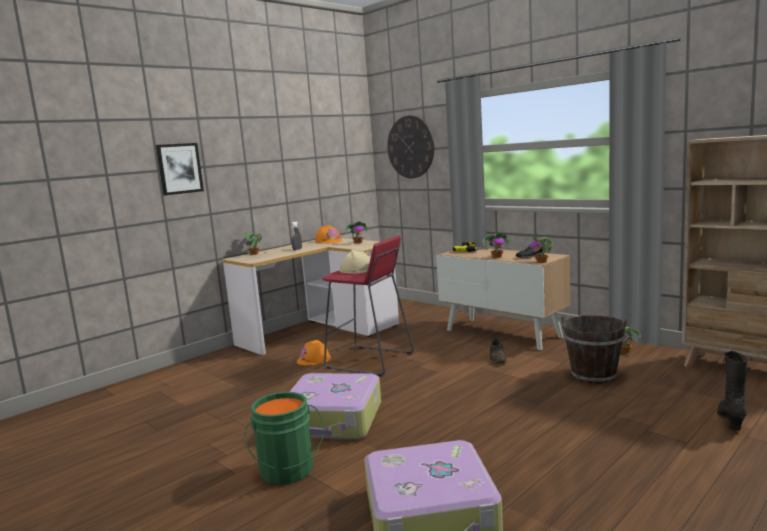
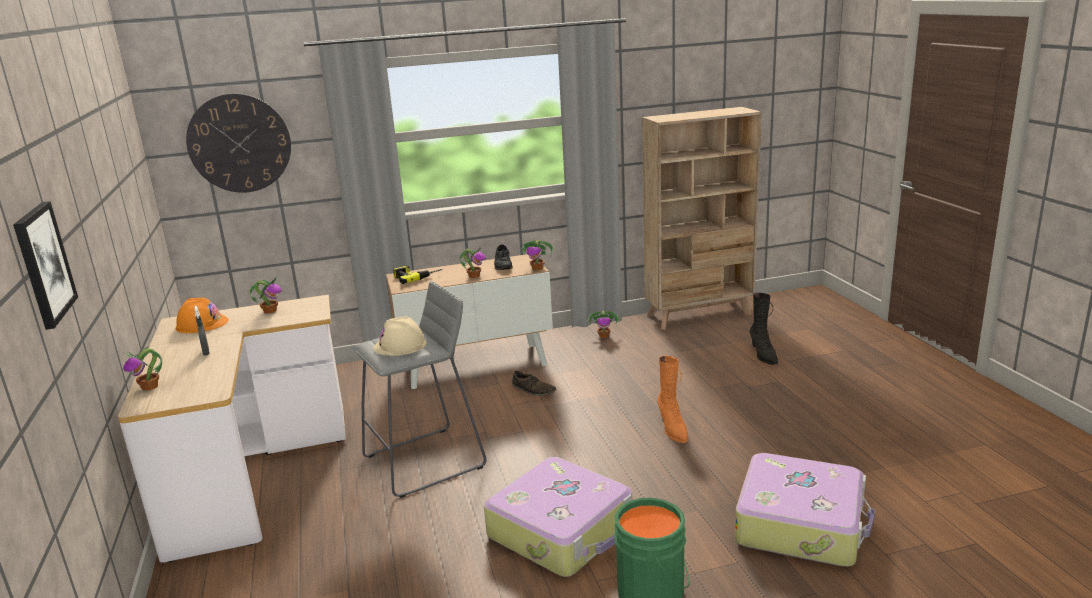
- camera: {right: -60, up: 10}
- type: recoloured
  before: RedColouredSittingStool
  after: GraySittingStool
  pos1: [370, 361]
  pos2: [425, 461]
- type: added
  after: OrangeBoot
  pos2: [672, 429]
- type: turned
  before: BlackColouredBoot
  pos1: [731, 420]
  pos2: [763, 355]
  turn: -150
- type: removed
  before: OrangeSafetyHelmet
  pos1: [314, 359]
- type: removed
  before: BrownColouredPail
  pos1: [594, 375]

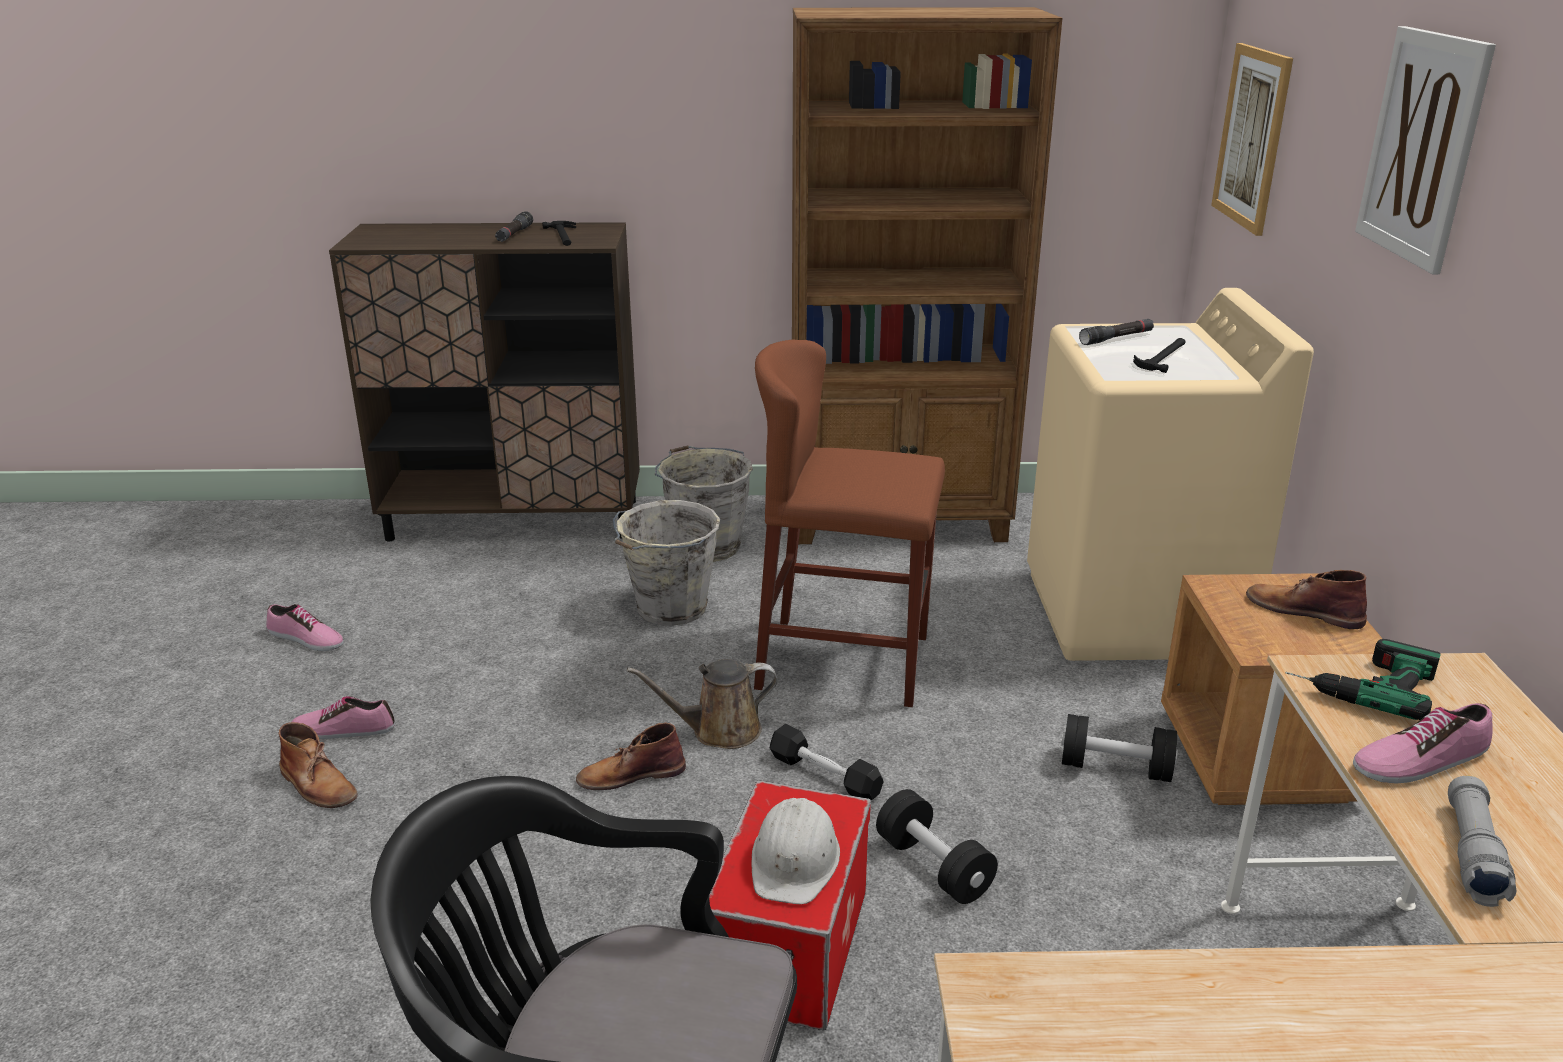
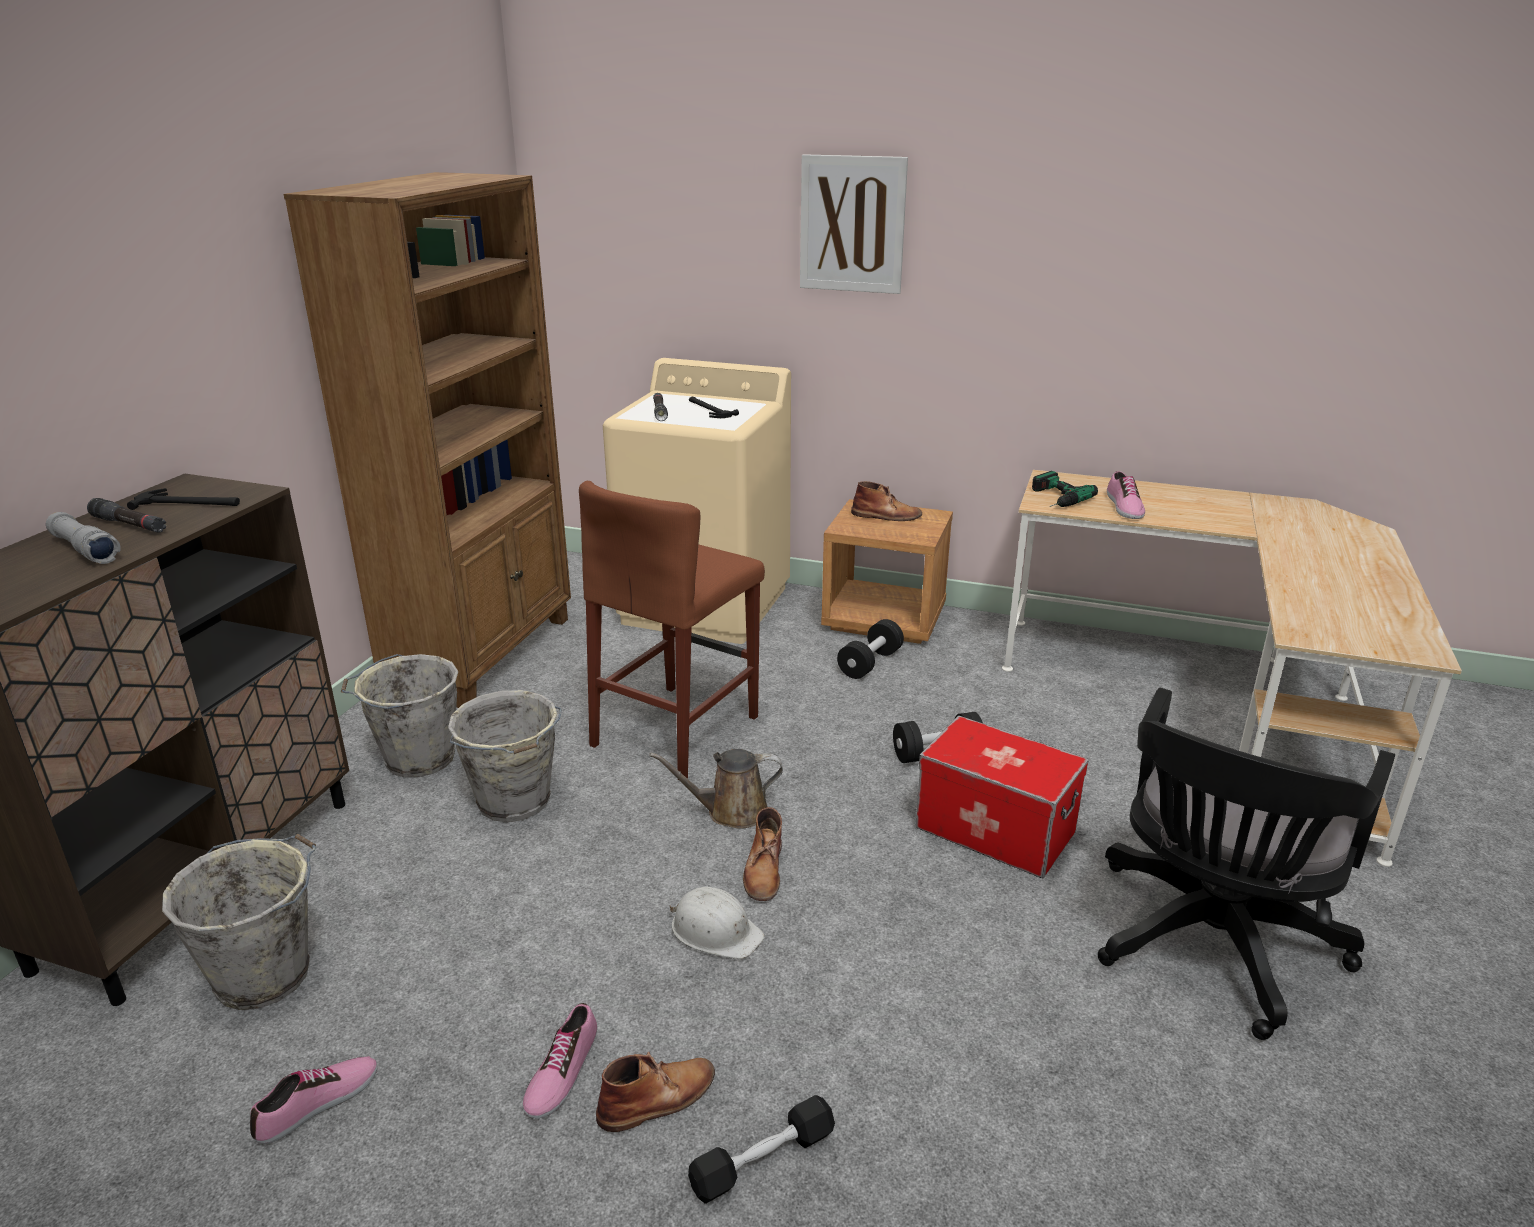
- camera: {right: -70, up: 0}
- type: moved
  before: GrayTorch
  pos1: [1472, 853]
  pos2: [85, 550]
- type: added
  after: GrayPail
  pos2: [267, 974]
- type: turned
  before: BrownColouredWateringPot
  pos1: [719, 731]
  pos2: [731, 811]
  turn: 75
- type: moved
  before: WhiteColouredSafetyHelmet
  pos1: [795, 860]
  pos2: [715, 931]
- type: moved
  before: BlackColouredHandWeight
  pos1: [824, 775]
  pos2: [762, 1160]
- type: turned
  before: BrownColouredBoot
  pos1: [1303, 610]
  pos2: [886, 516]
  turn: -135
- type: removed
  before: Picture
  pos1: [1251, 137]

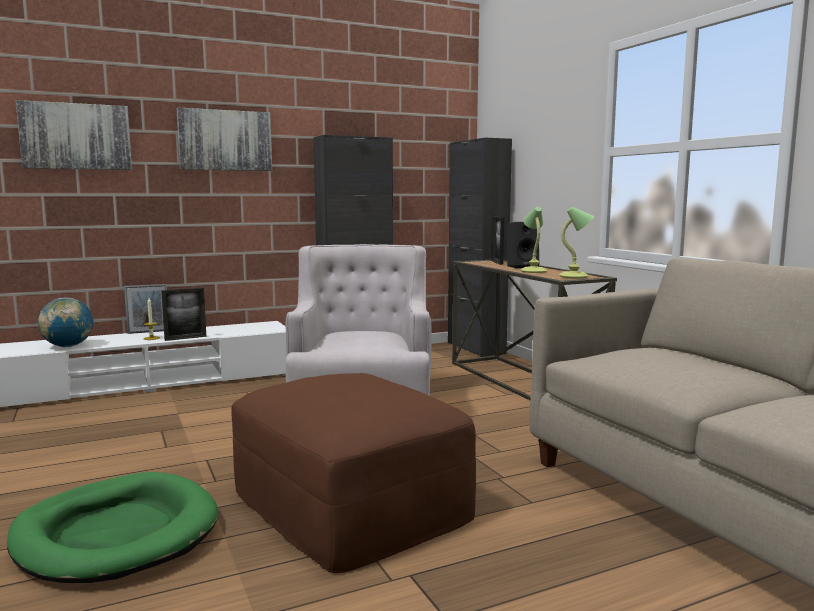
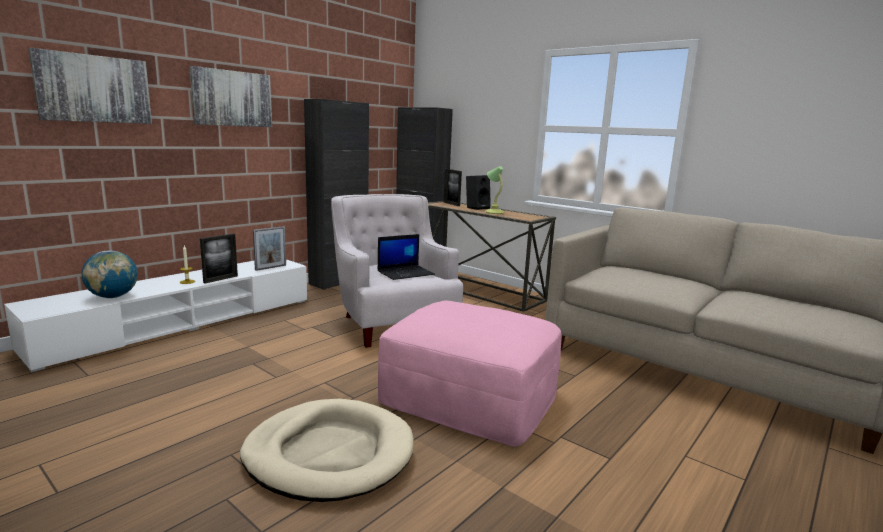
- camera: {right: -25, up: 5}
- type: recoloured
  before: GreenColouredDogBed
  after: SandColouredDogBed
  pos1: [117, 534]
  pos2: [329, 454]
- type: moved
  before: StandingFrame
  pos1: [148, 332]
  pos2: [270, 267]
- type: added
  after: Laptop
  pos2: [406, 273]
- type: recoloured
  before: BrownColouredFootrest
  after: PinkColouredFootrest
  pos1: [351, 503]
  pos2: [470, 396]
- type: removed
  before: TableLamp
  pos1: [575, 276]

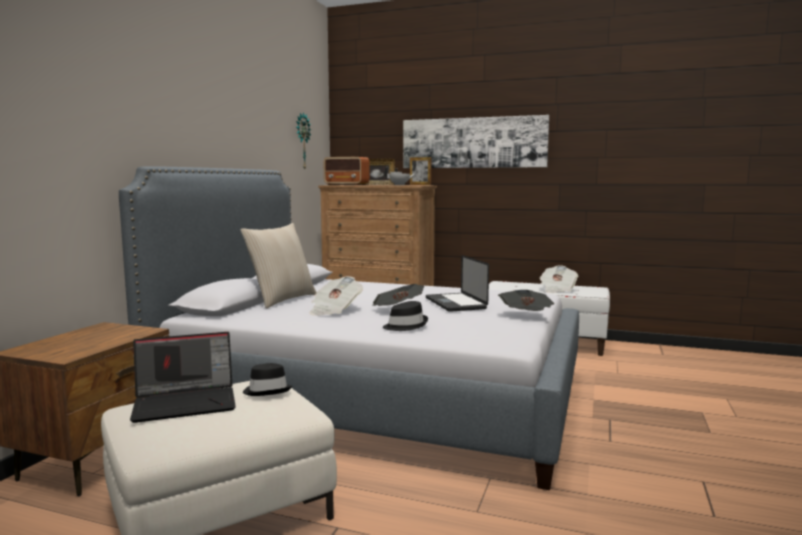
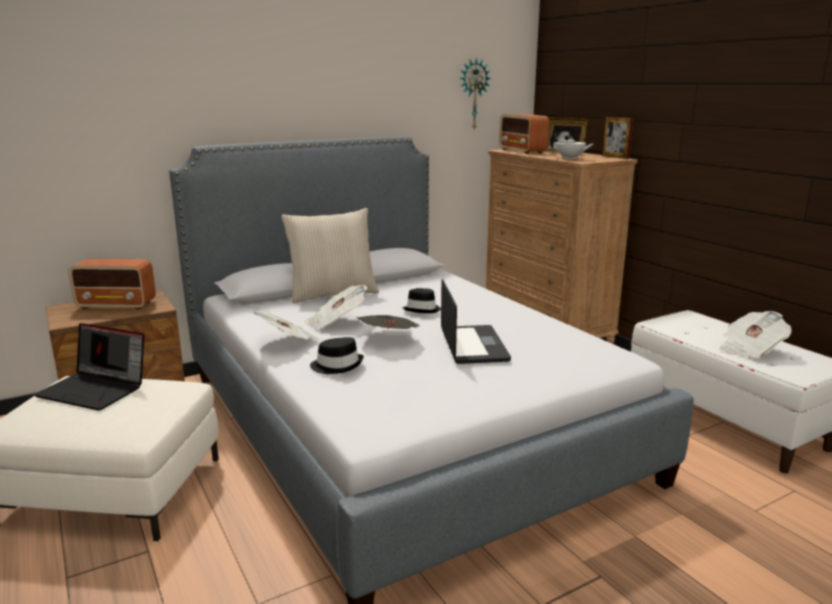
- camera: {right: 40, up: 10}
- type: added
  after: RadioSet
  pos2: [117, 305]
- type: moved
  before: Newspaper
  pos1: [526, 316]
  pos2: [288, 342]
- type: moved
  before: BlackColouredHat
  pos1: [267, 390]
  pos2: [422, 309]
- type: turned
  before: Laptop
  pos1: [455, 303]
  pos2: [473, 346]
  turn: 150
- type: removed
  before: Picture
  pos1: [473, 143]

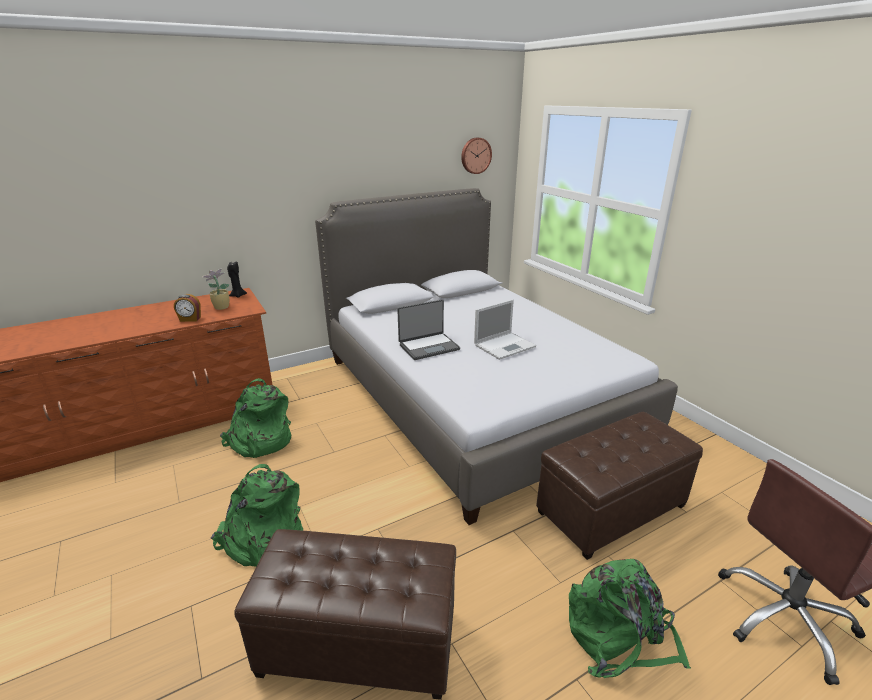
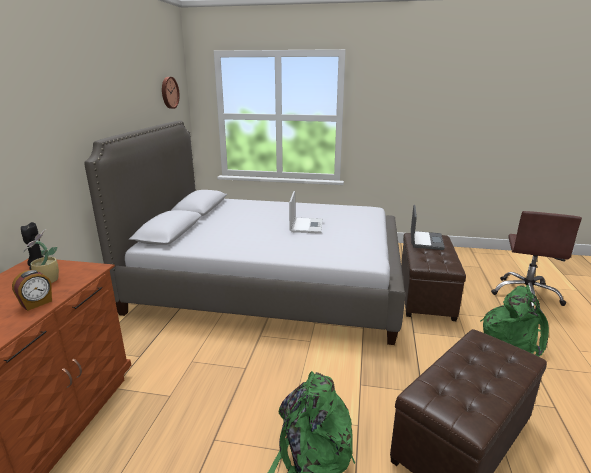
- camera: {right: -50, up: -5}
- type: moved
  before: Laptop
  pos1: [428, 346]
  pos2: [425, 241]
- type: removed
  before: GreenColouredRucksack
  pos1: [260, 441]

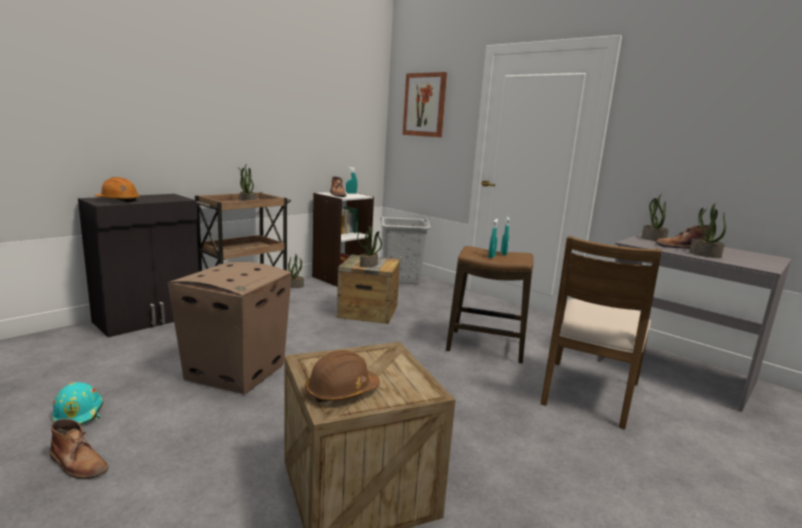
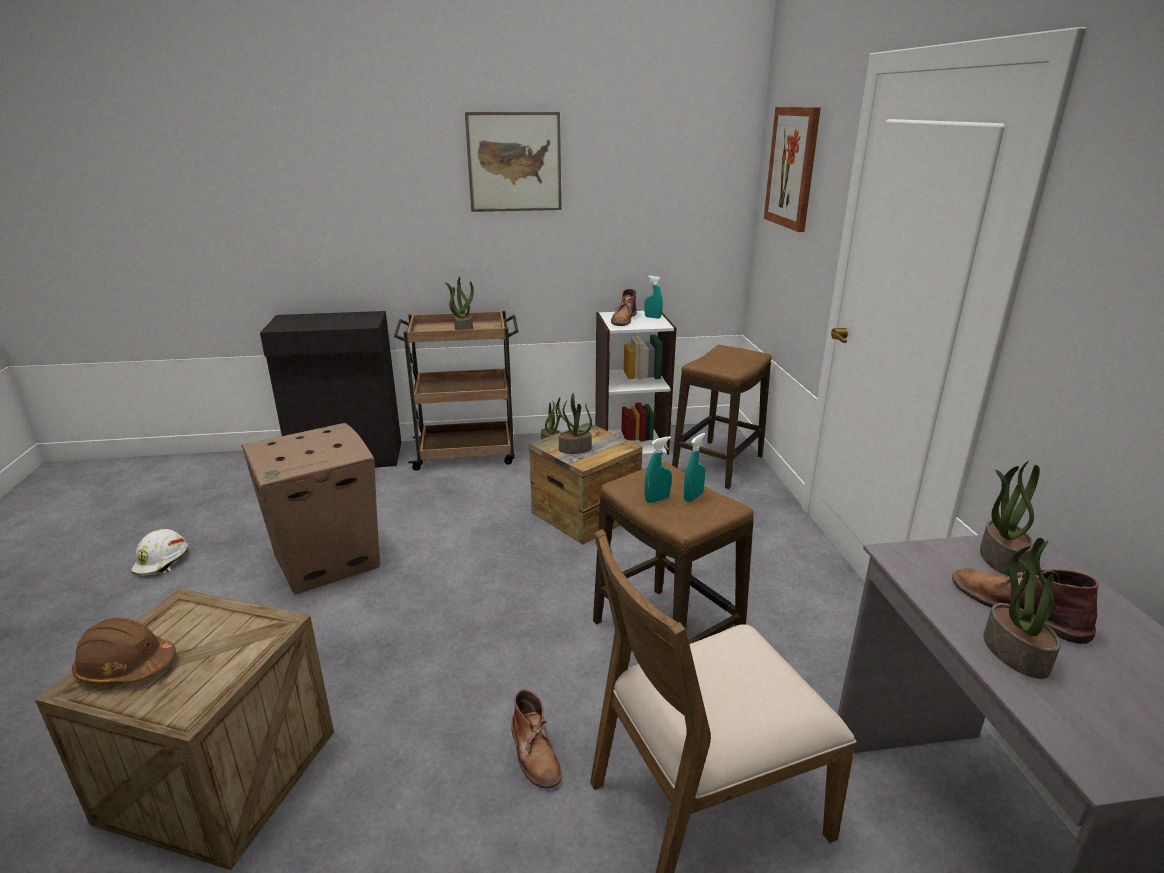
- camera: {right: 40, up: 10}
- type: recoloured
  before: TurquoiseSafetyHelmet
  after: WhiteColouredSafetyHelmet
  pos1: [79, 414]
  pos2: [162, 562]
- type: added
  after: Picture
  pos2: [514, 162]
- type: moved
  before: BrownColouredBoot
  pos1: [78, 463]
  pos2: [535, 752]
- type: replaced
  before: GrayWashingBasket
  after: SittingStool
  pos1: [401, 279]
  pos2: [718, 464]
- type: removed
  before: OrangeSafetyHelmet
  pos1: [118, 200]

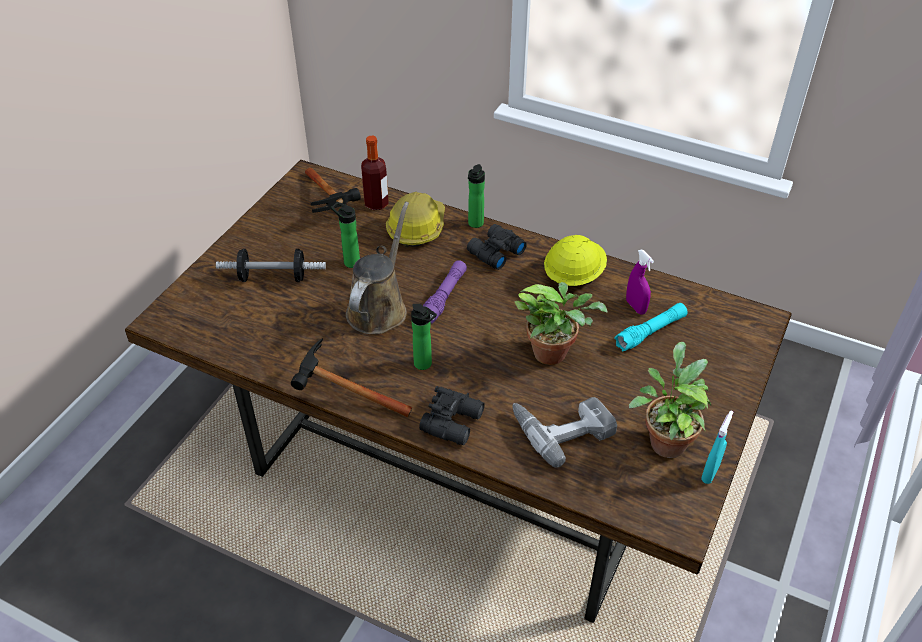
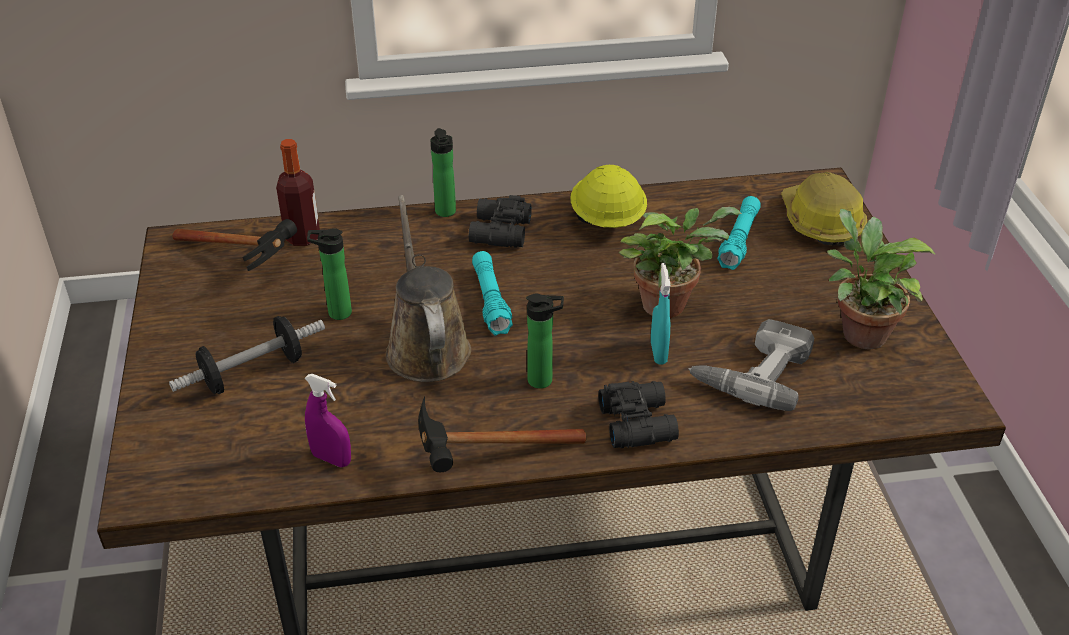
- camera: {right: -35, up: -5}
- type: moved
  before: PurplishSprayer
  pos1: [635, 307]
  pos2: [331, 459]
- type: recoloured
  before: PurplishTorch
  after: TurquoiseTorch
  pos1: [444, 297]
  pos2: [490, 300]
- type: moved
  before: TurquoiseSprayer
  pos1: [710, 473]
  pos2: [658, 353]
- type: moved
  before: SafetyHelmet
  pos1: [417, 227]
  pos2: [820, 222]

